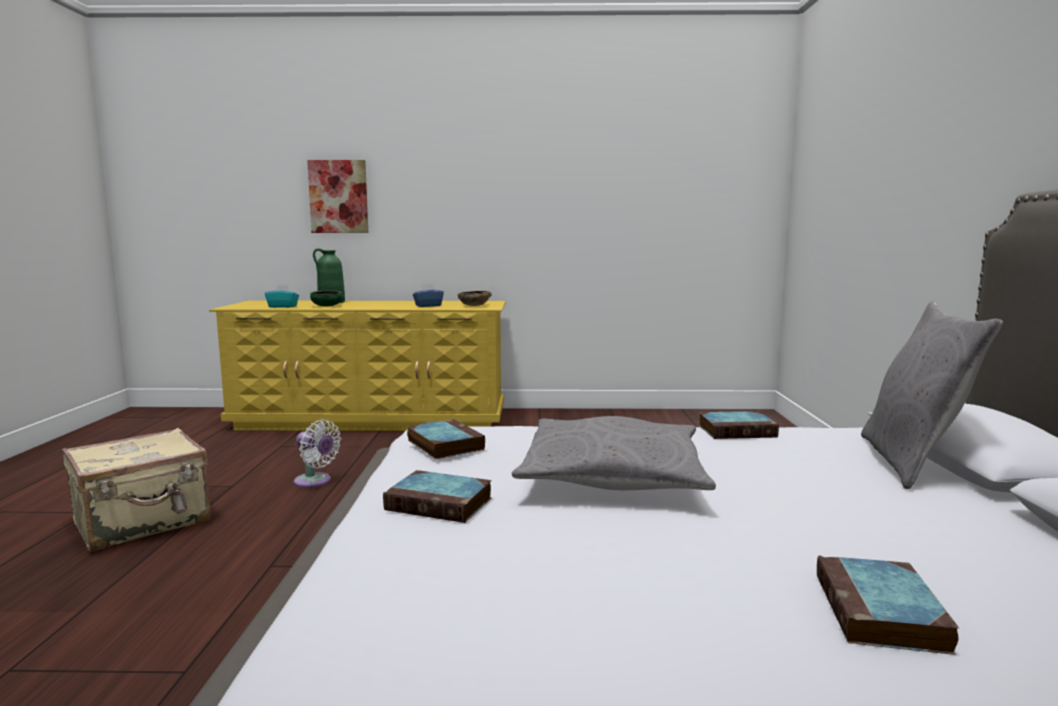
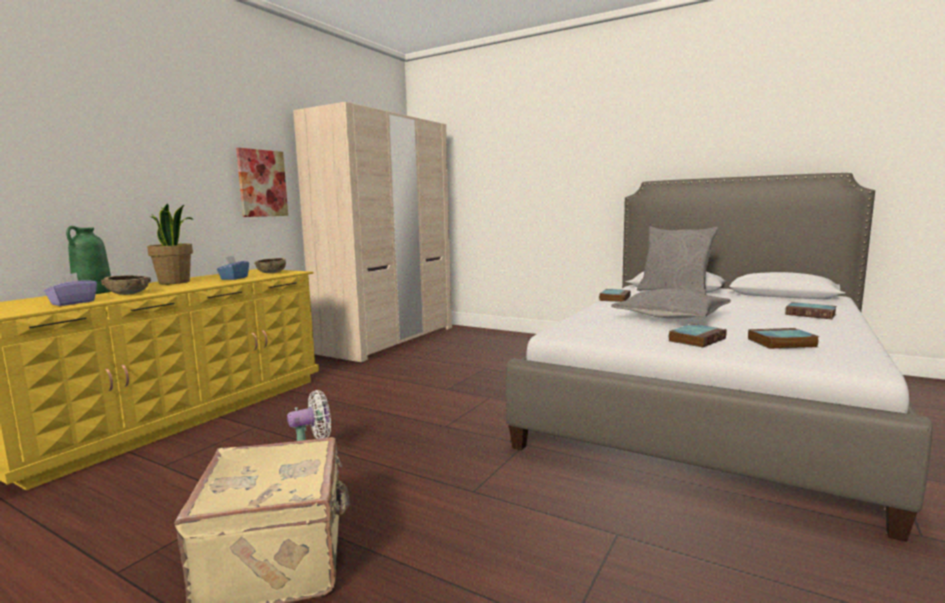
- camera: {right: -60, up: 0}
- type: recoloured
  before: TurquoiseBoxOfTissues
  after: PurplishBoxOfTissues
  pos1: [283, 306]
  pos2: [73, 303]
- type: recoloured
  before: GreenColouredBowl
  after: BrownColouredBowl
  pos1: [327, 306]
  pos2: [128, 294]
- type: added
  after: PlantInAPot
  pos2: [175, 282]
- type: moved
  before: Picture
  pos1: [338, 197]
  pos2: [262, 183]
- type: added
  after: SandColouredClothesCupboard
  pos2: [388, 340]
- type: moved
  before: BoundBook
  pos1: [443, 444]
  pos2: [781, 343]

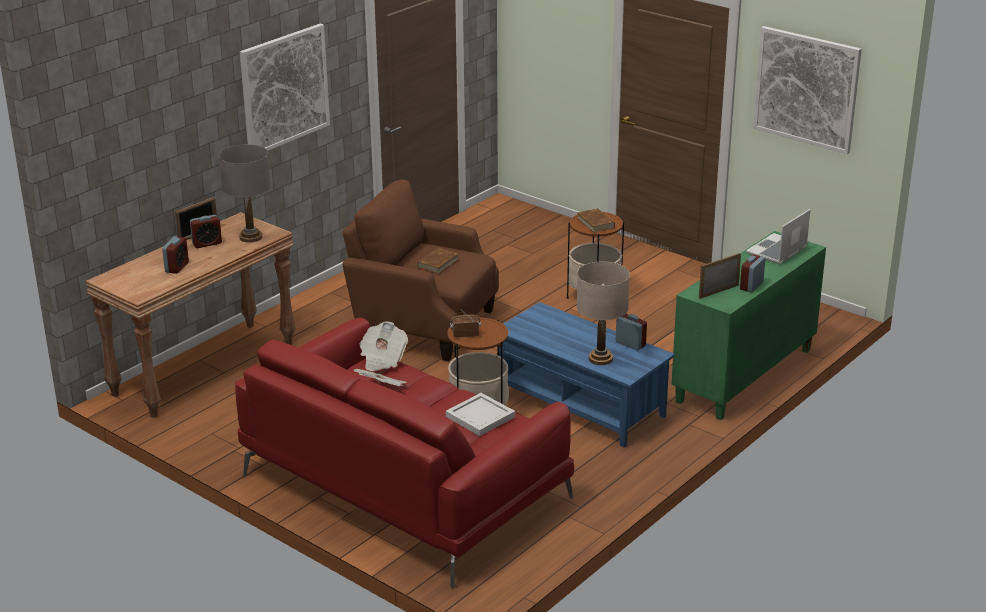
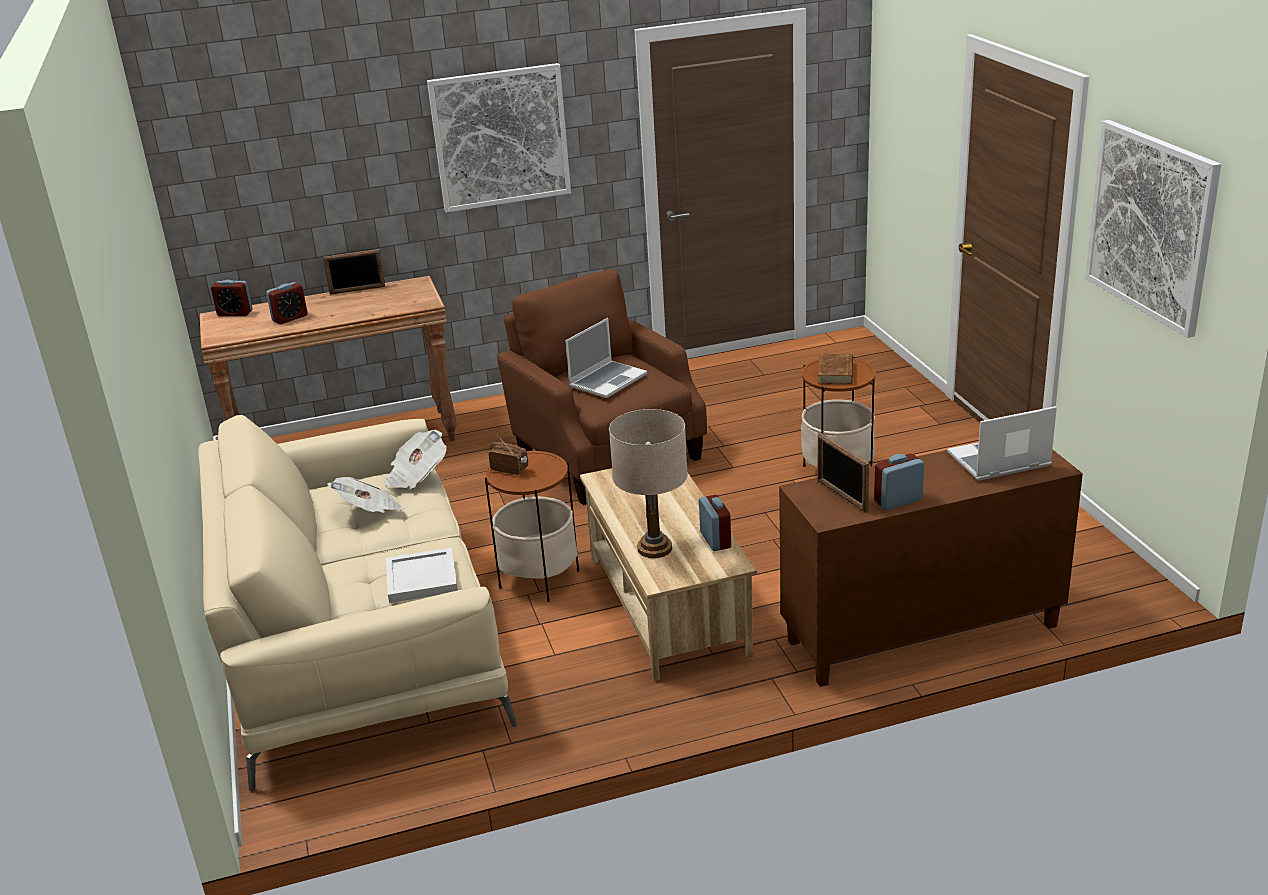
- camera: {right: 35, up: 0}
- type: recoloured
  before: RedColouredSofa
  after: SandColouredSofa
  pos1: [403, 486]
  pos2: [360, 639]
- type: moved
  before: AlarmClock
  pos1: [207, 243]
  pos2: [235, 313]
- type: replaced
  before: BrownColouredBoundBook
  after: Laptop
  pos1: [437, 263]
  pos2: [608, 380]
- type: recoloured
  before: BlueColouredCoffeeTable
  after: SandColouredCoffeeTable
  pos1: [580, 404]
  pos2: [666, 605]
- type: recoloured
  before: GreenColouredCupboard
  after: BrownColouredCupboard
  pos1: [744, 376]
  pos2: [921, 635]
- type: turned
  before: StandingFrame
  pos1: [718, 291]
  pos2: [841, 496]
  turn: -120
- type: removed
  before: GrayTableLamp
  pos1: [250, 237]

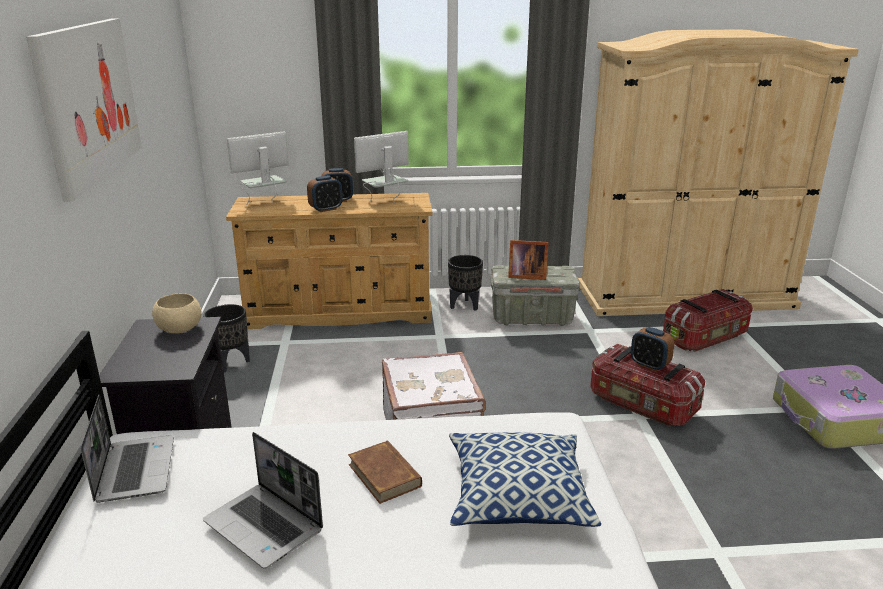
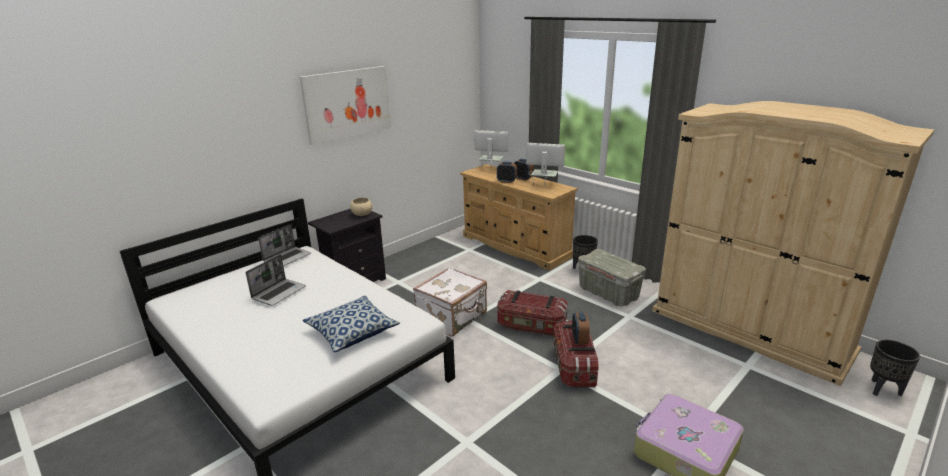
- camera: {right: 50, up: 0}
- type: turned
  before: Laptop
  pos1: [265, 526]
  pos2: [279, 293]
  turn: -150
- type: moved
  before: StorageContainer
  pos1: [706, 338]
  pos2: [531, 326]
- type: moved
  before: BlackColouredPlanter
  pos1: [231, 363]
  pos2: [882, 389]
- type: removed
  before: BrownColouredBoundBook
  pos1: [385, 475]
- type: removed
  before: StandingFrame
  pos1: [525, 275]

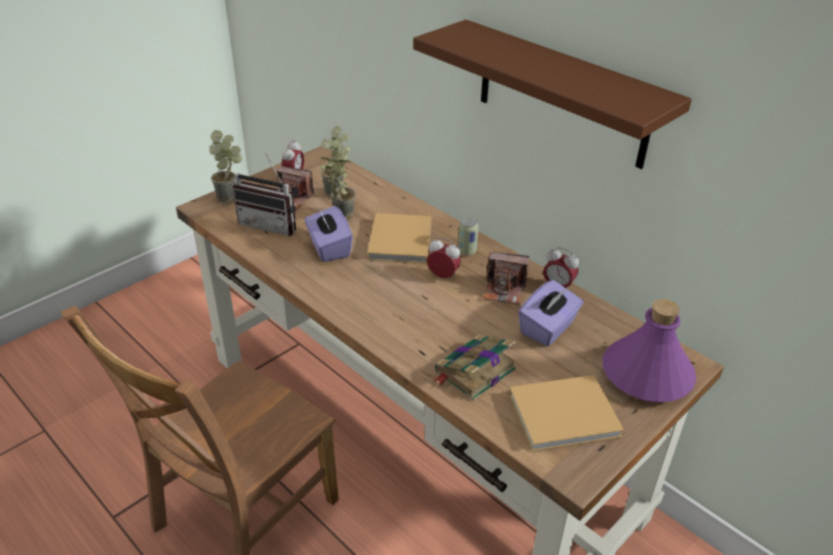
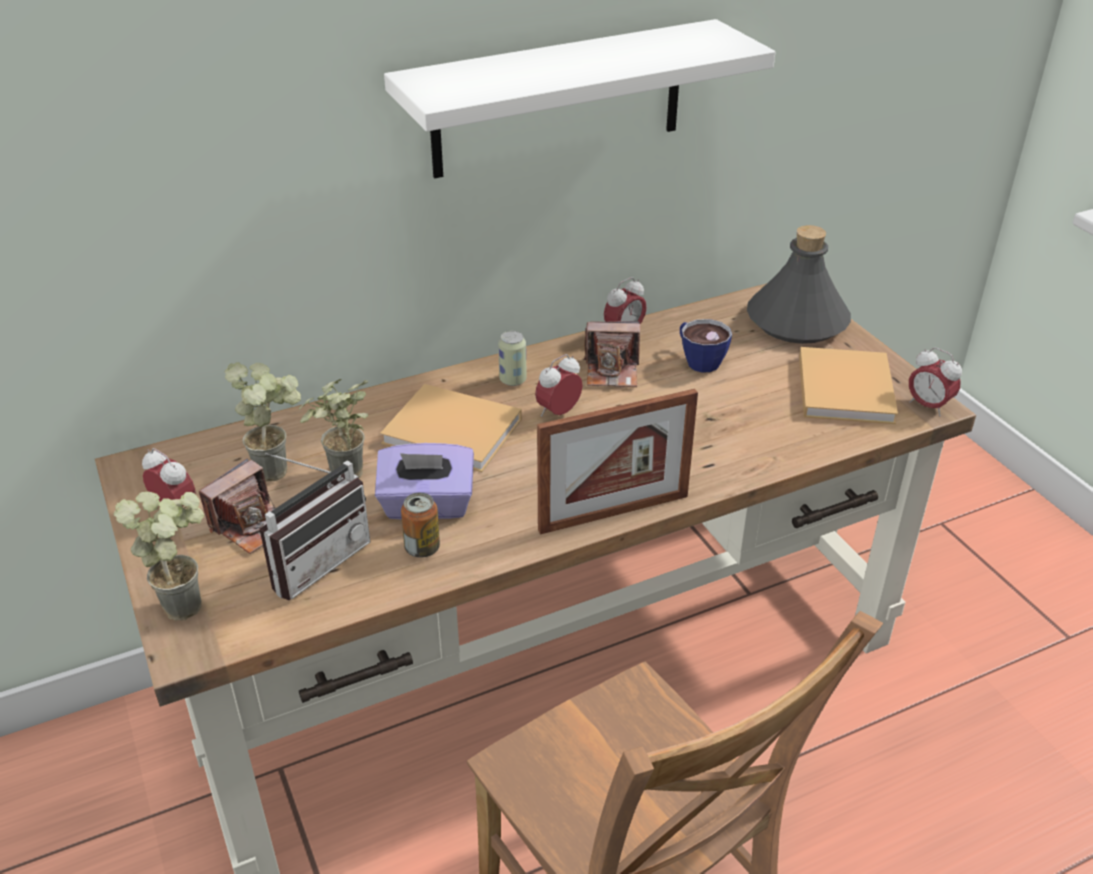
- camera: {right: -70, up: 0}
- type: recoloured
  before: BrownColouredShelf
  after: WhiteColouredShelf
  pos1: [562, 94]
  pos2: [558, 99]
- type: added
  after: MetalCan
  pos2: [422, 548]
- type: added
  after: StandingFrame
  pos2: [614, 513]
- type: turned
  before: StillCamera
  pos1: [504, 290]
  pos2: [612, 371]
  turn: 60
- type: replaced
  before: PurplishBoxOfTissues
  after: DrinkingCup
  pos1: [548, 328]
  pos2: [698, 360]
- type: recoloured
  before: PurplishDrinkBottle
  after: GrayDrinkBottle
  pos1: [646, 375]
  pos2: [797, 322]
- type: added
  after: AlarmClock
  pos2: [928, 406]
- type: removed
  before: BoundBook
  pos1: [473, 371]

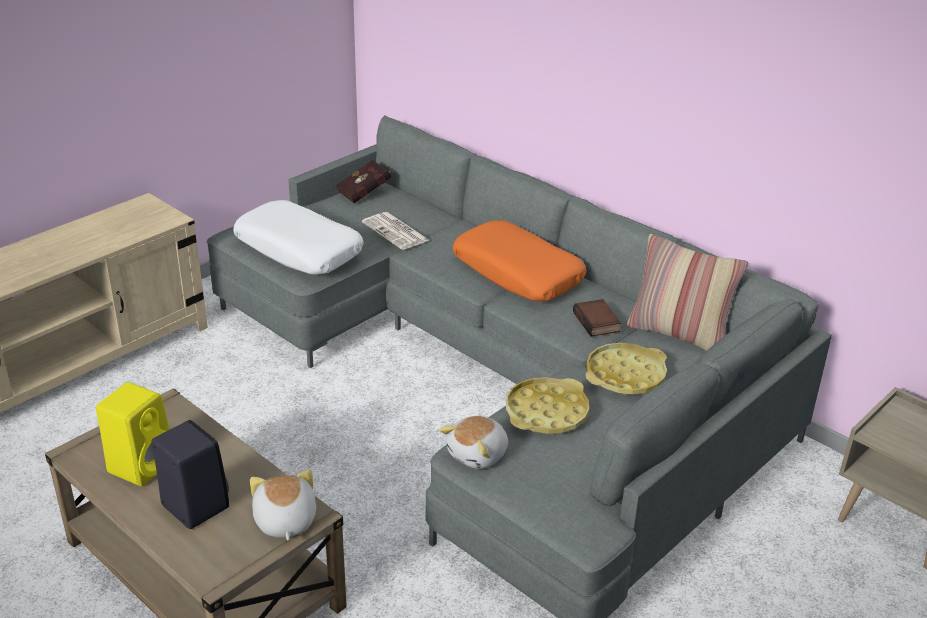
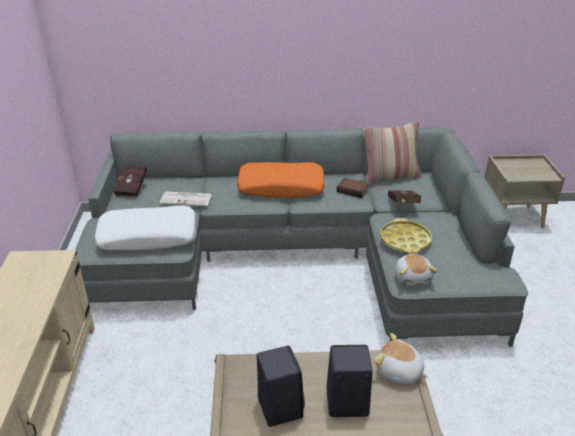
- camera: {right: -45, up: 0}
- type: recoloured
  before: YellowishLoudspeaker
  after: BlackColouredLoudspeaker
  pos1: [142, 464]
  pos2: [279, 406]
- type: replaced
  before: YellowishServingTray
  after: RedColouredBoundBook
  pos1: [625, 375]
  pos2: [402, 206]

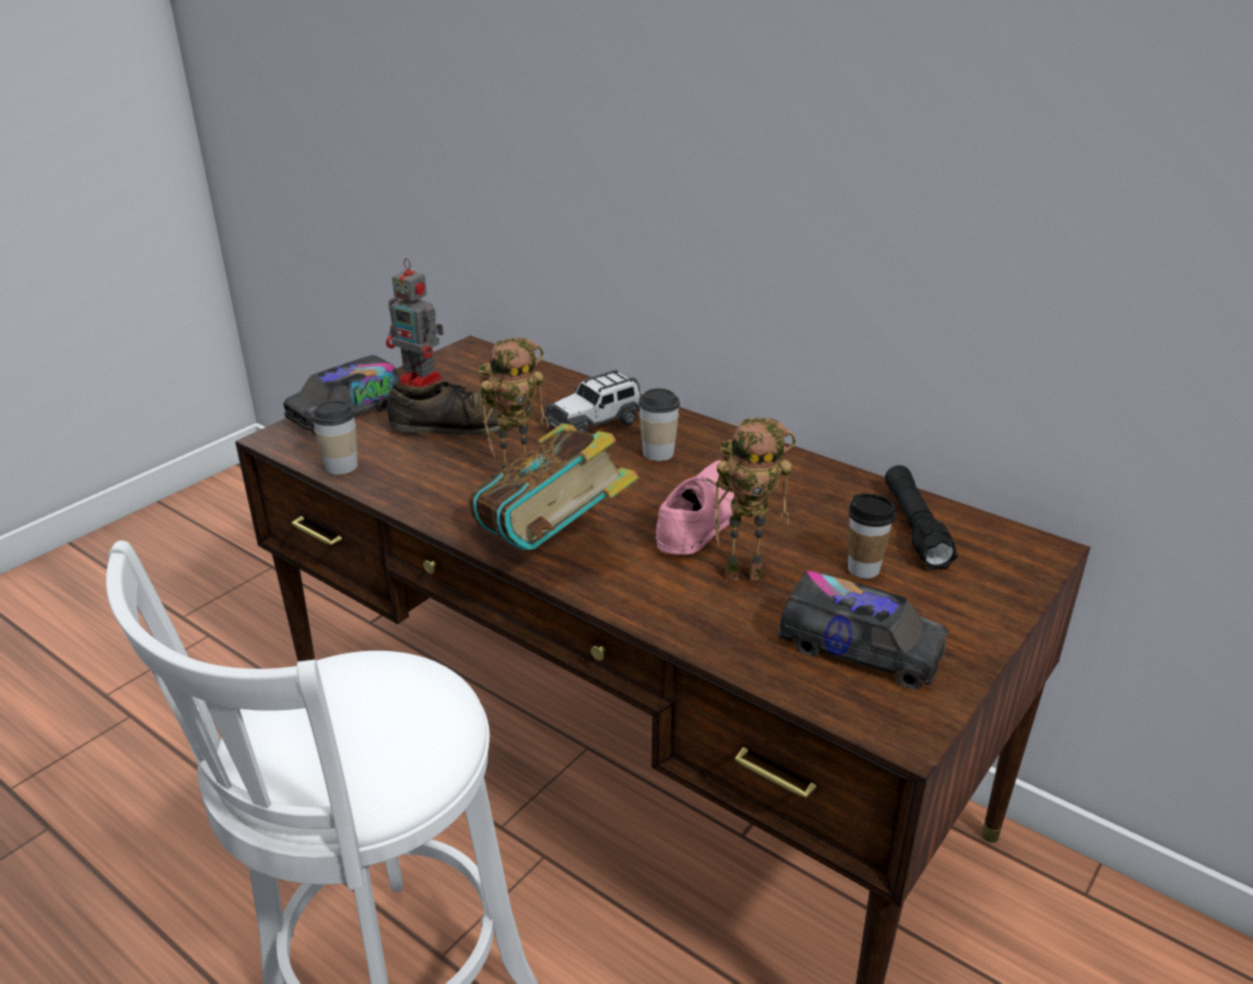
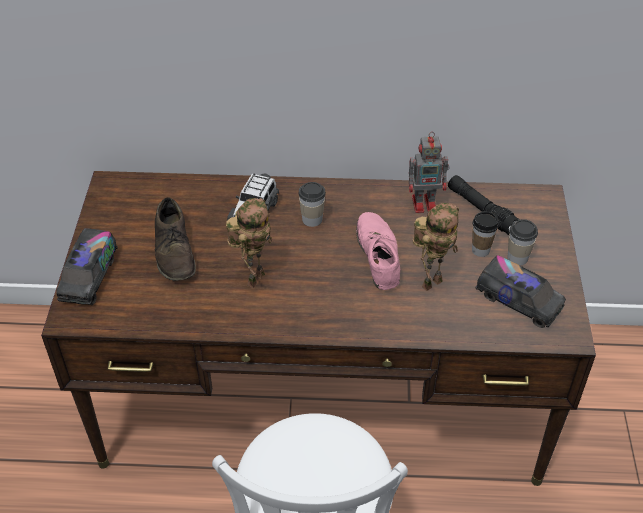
- camera: {right: -35, up: 15}
- type: turned
  before: BrownColouredItemOfFootwear
  pos1: [461, 423]
  pos2: [174, 250]
  turn: 120
- type: moved
  before: RobotFigure
  pos1: [421, 381]
  pos2: [425, 203]
- type: turned
  before: ToyLorry
  pos1: [859, 650]
  pos2: [518, 301]
  turn: 45
- type: moved
  before: DrinkingCup
  pos1: [341, 466]
  pos2: [517, 258]
- type: removed
  before: BoundBook
  pos1: [552, 542]

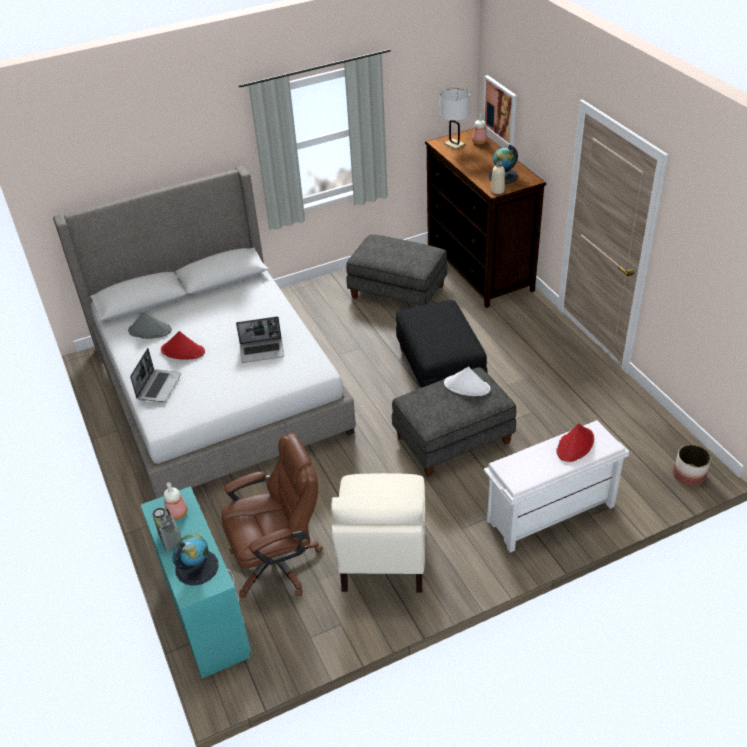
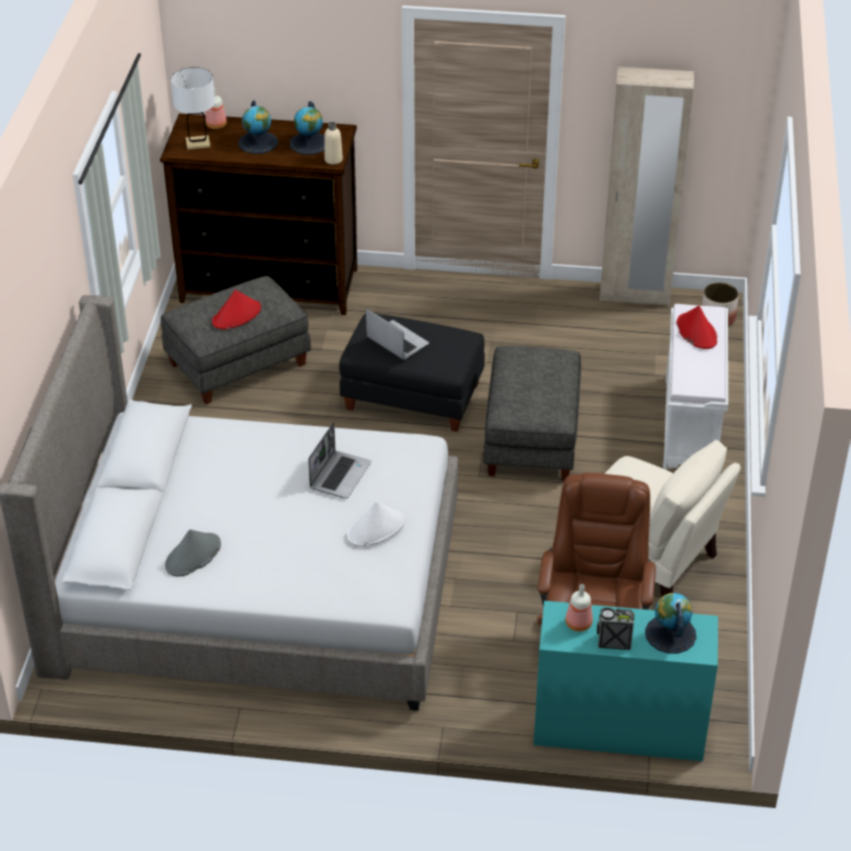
- camera: {right: -60, up: 0}
- type: moved
  before: RedColouredHat
  pos1: [183, 351]
  pos2: [237, 315]
- type: added
  after: WorldGlobe
  pos2: [258, 142]
- type: moved
  before: WhiteColouredHat
  pos1: [467, 386]
  pos2: [376, 529]
- type: moved
  before: Laptop
  pos1: [159, 386]
  pos2: [396, 341]
- type: added
  after: SandColouredClothesCupboard
  pos2: [634, 295]
- type: removed
  before: Picture
  pos1: [500, 110]

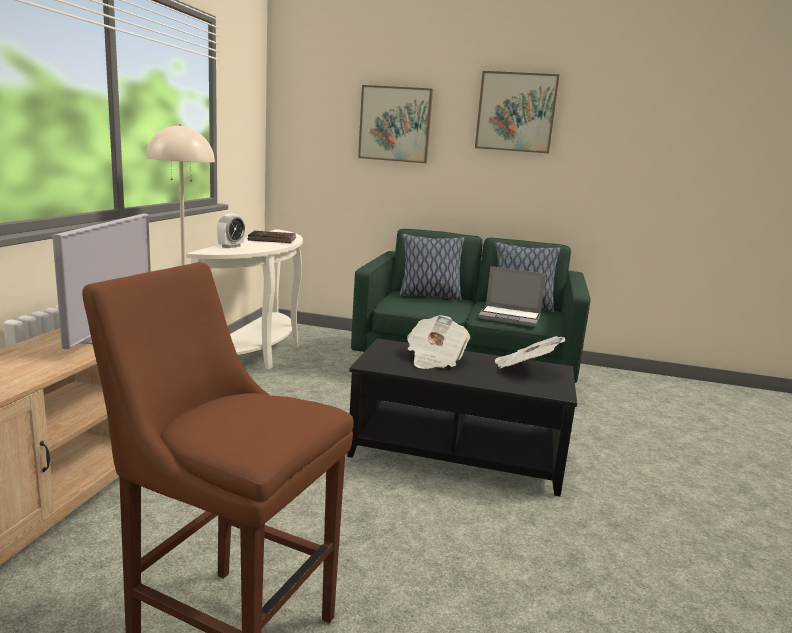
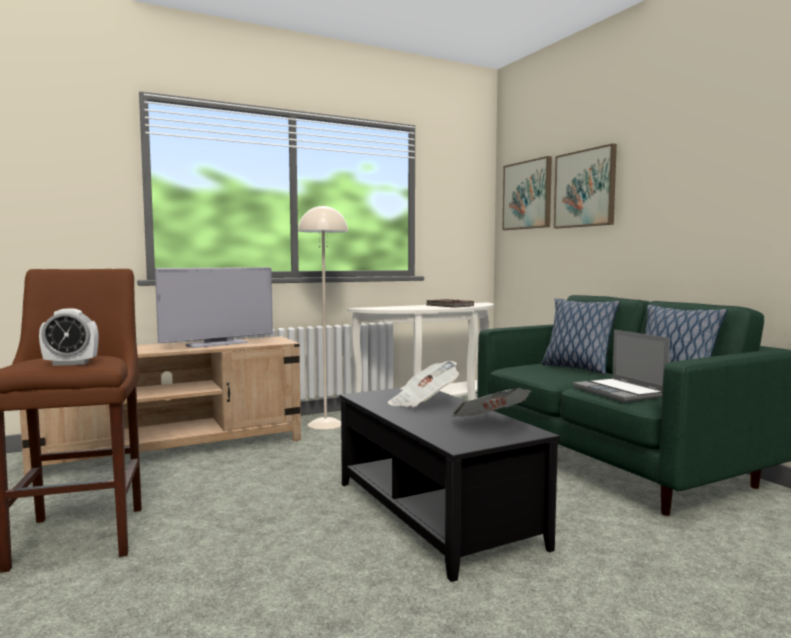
- camera: {right: 50, up: -10}
- type: moved
  before: AlarmClock
  pos1: [231, 246]
  pos2: [71, 363]
- type: moved
  before: Picture
  pos1: [516, 112]
  pos2: [527, 195]

